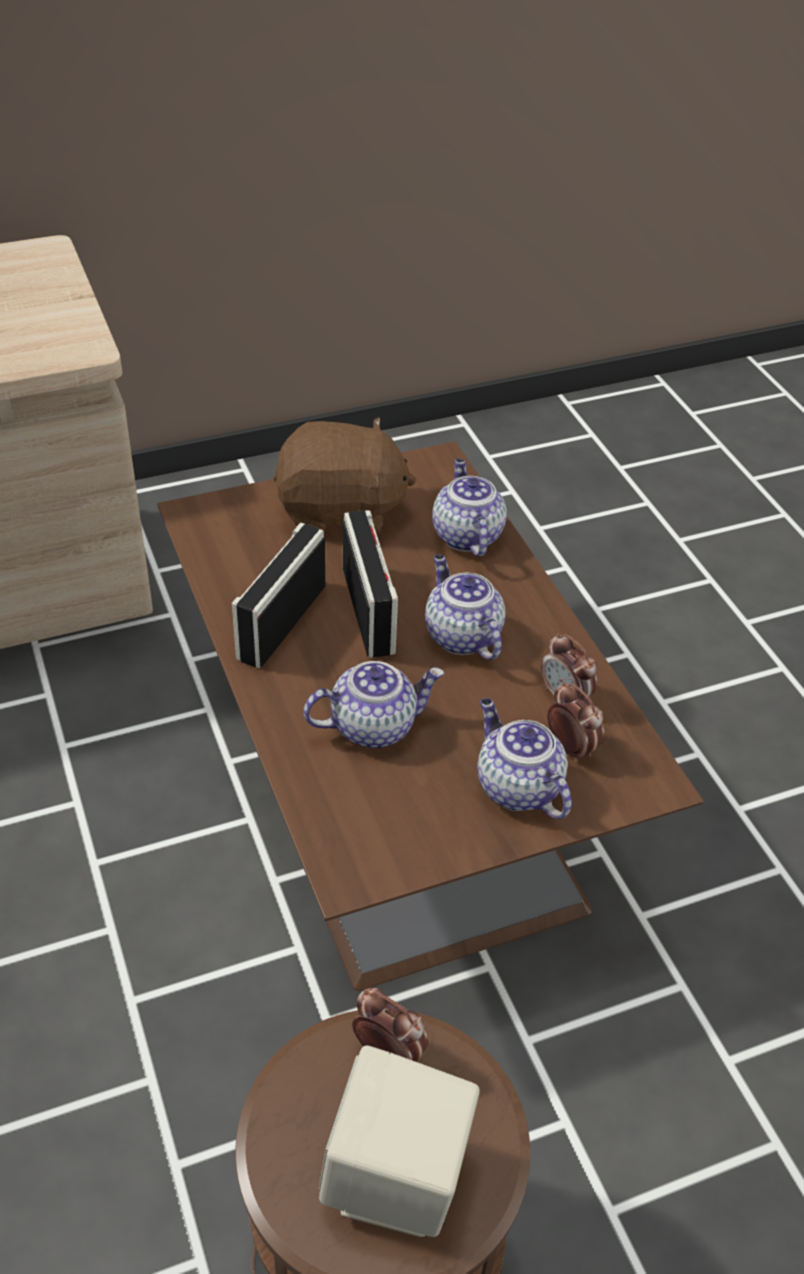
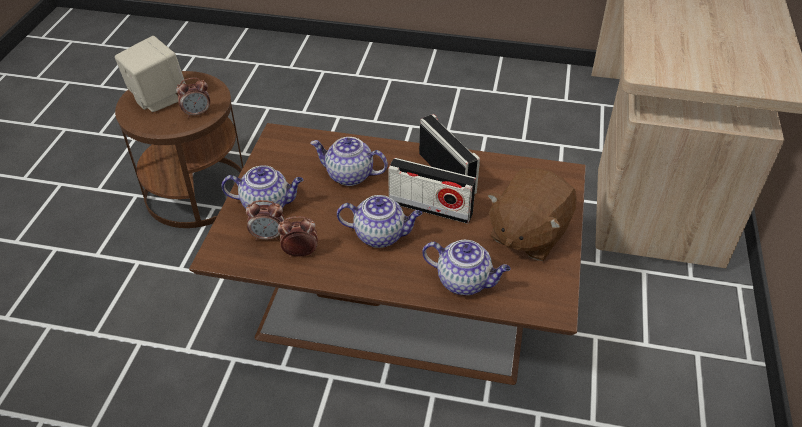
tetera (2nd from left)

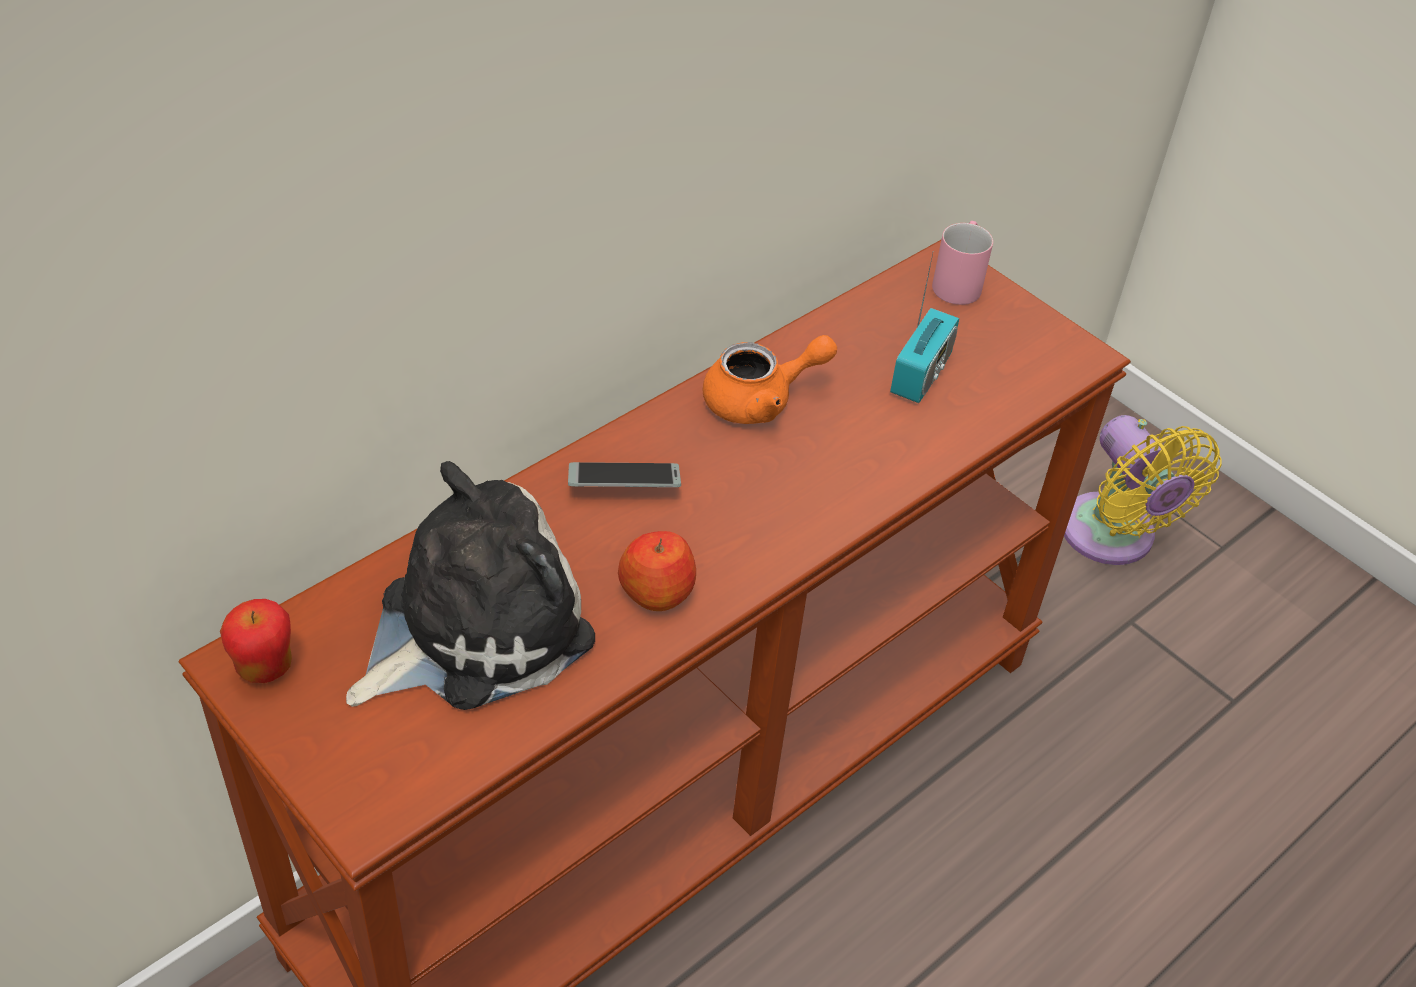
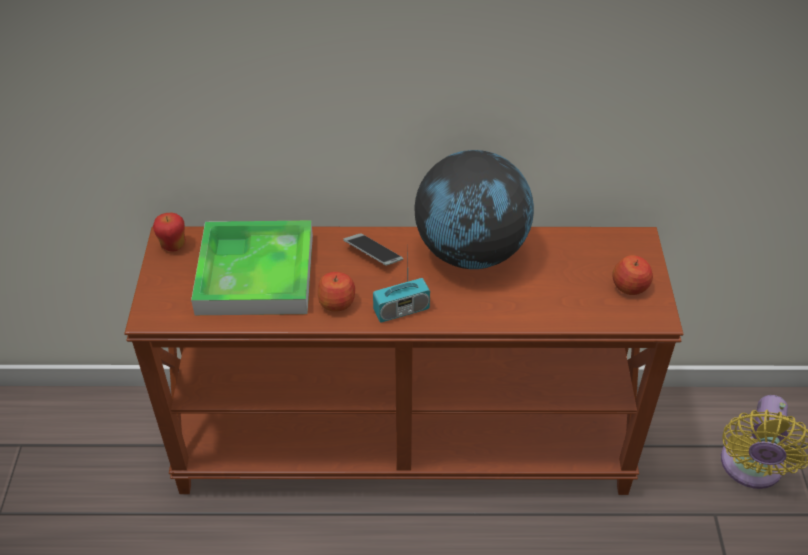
bandeja; globo terráqueo; radio; taza grande/rosa; manzana (3rd from left)

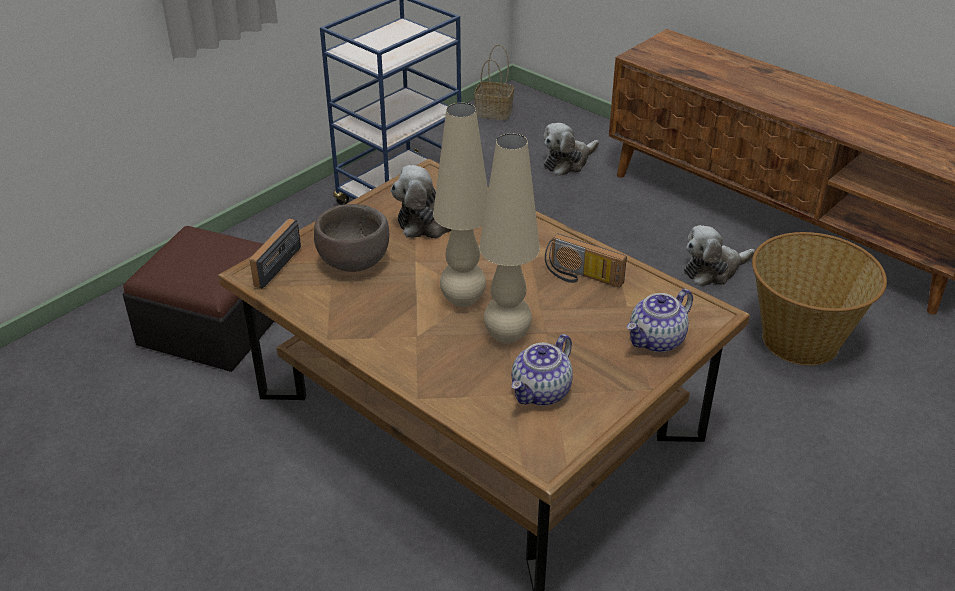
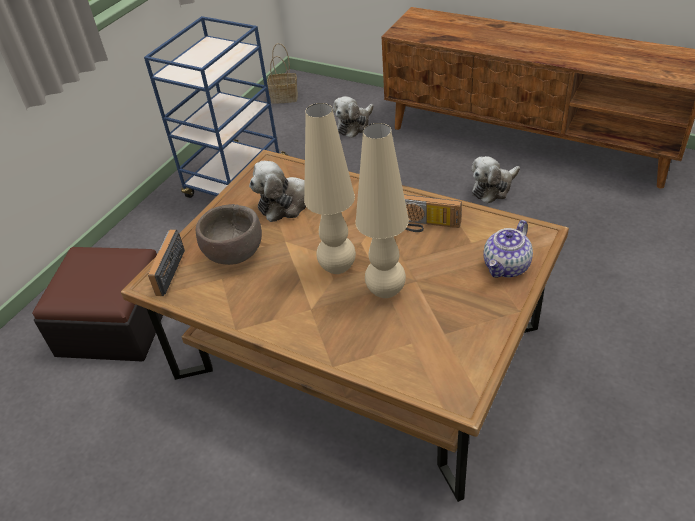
tetera (1st from left in the first image); cesta (2nd from left in the first image)

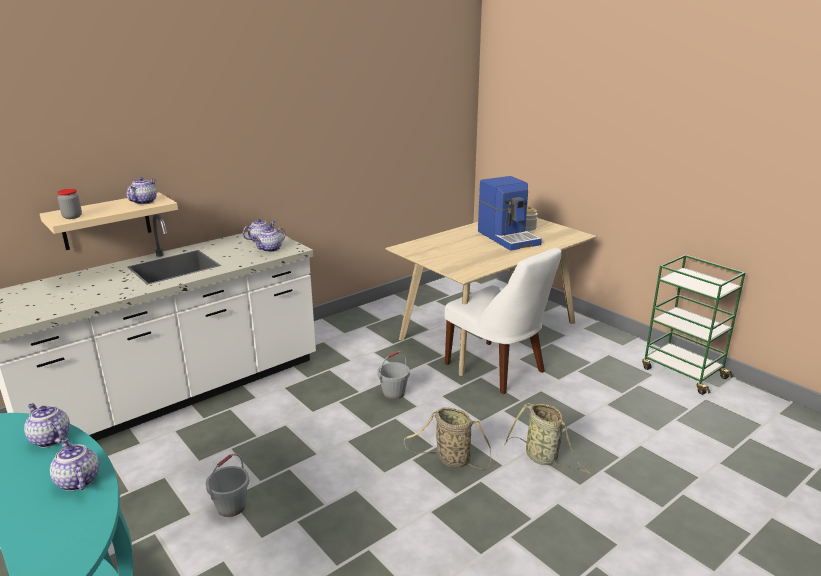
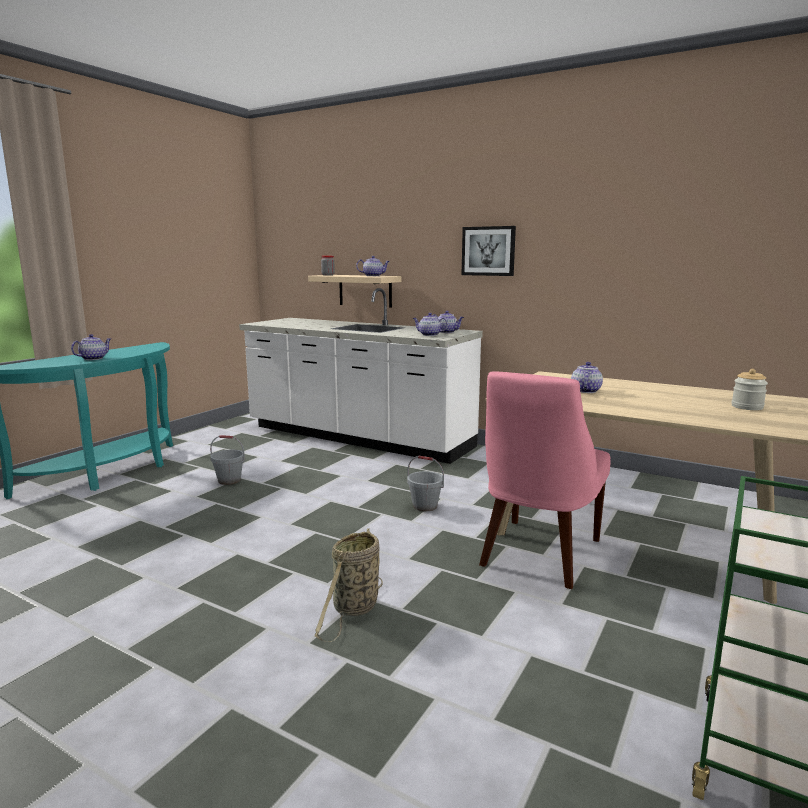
tetera (5th from left); cesta (1st from left in the first image); silla/rosa; cafetera; cuadro

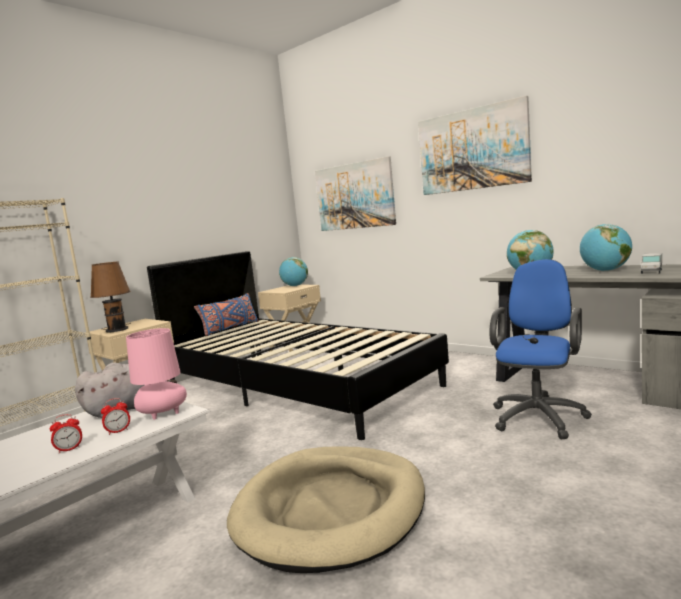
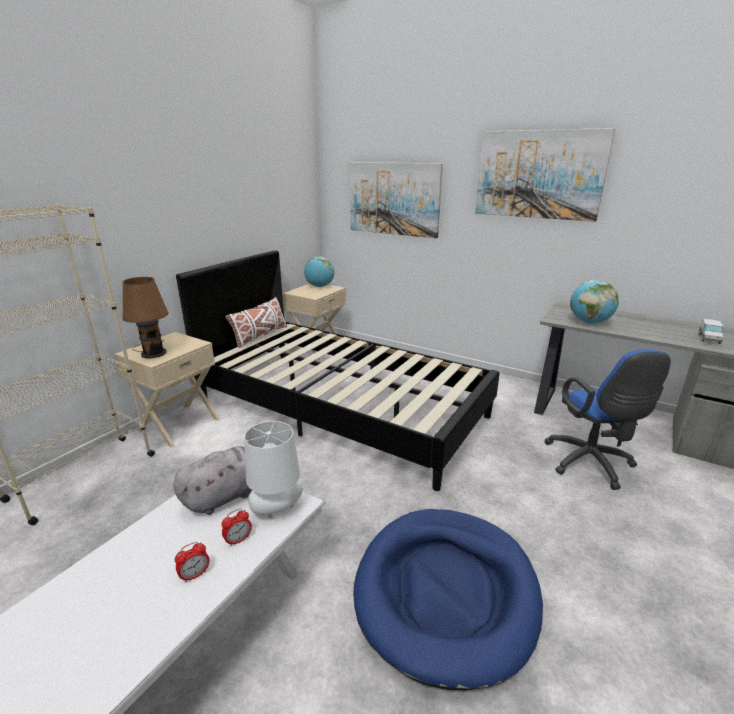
lámpara de mesa/blanco; cojín/blanco; cama para perro/azul; silla de oficina/azul; globo terráqueo (3rd from left in the first image)

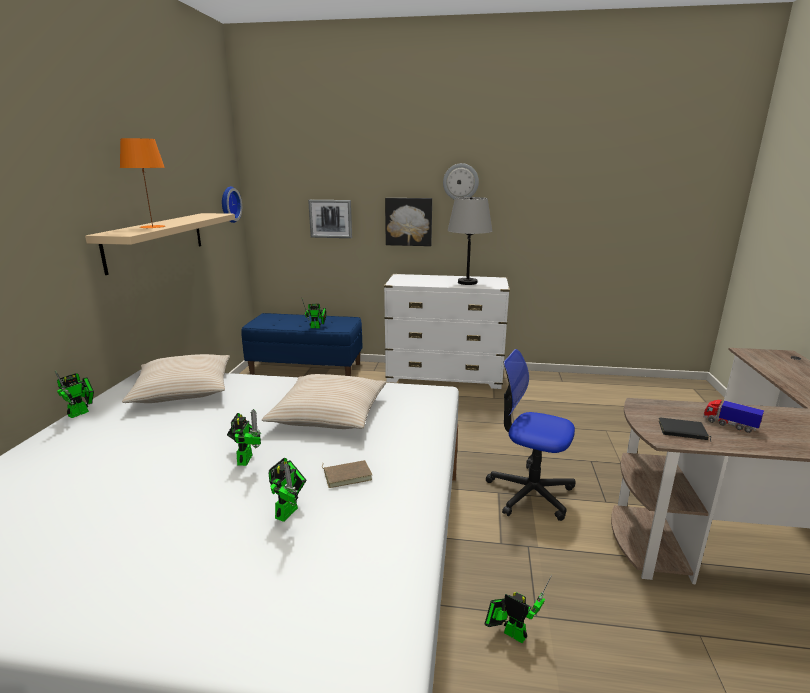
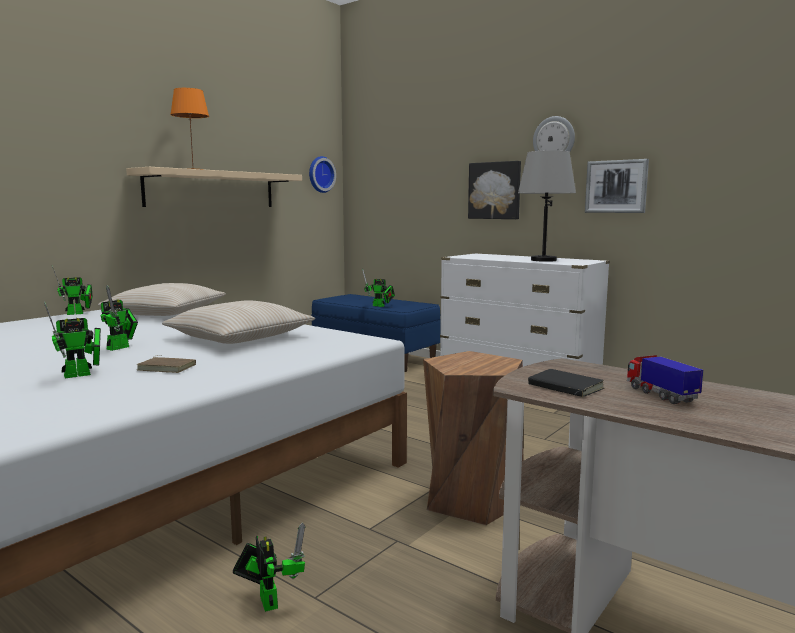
cuadro (2nd from left); taburete/marrón

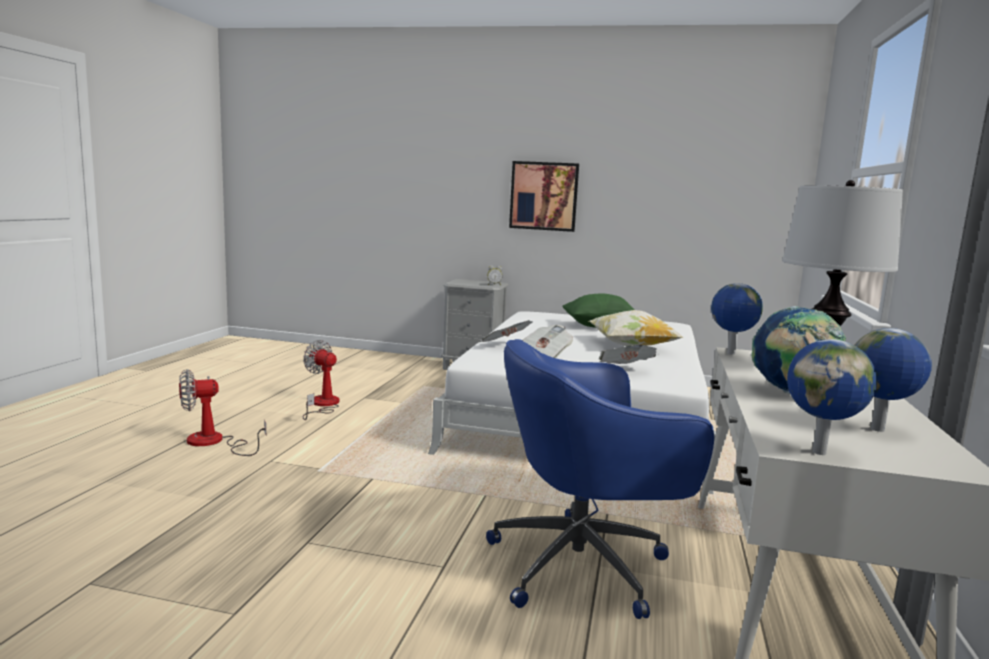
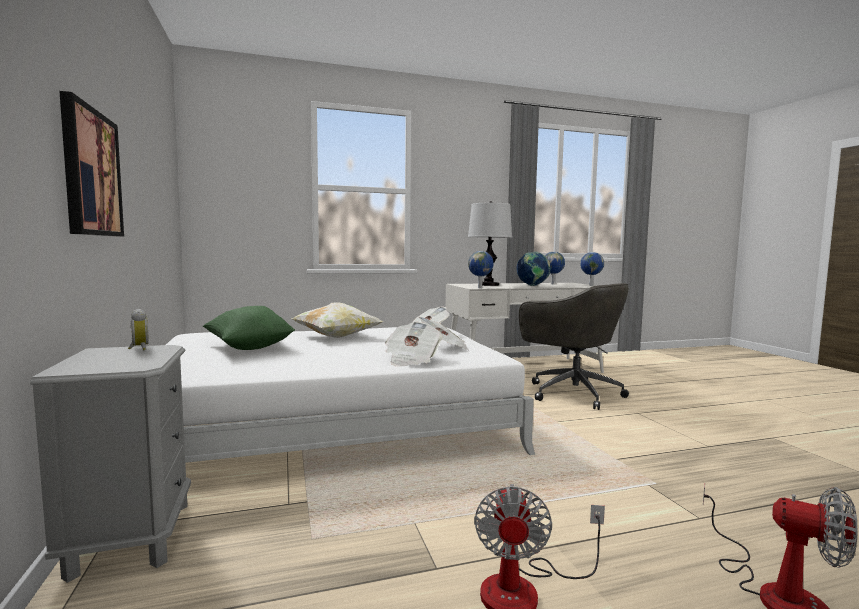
silla de oficina/gris

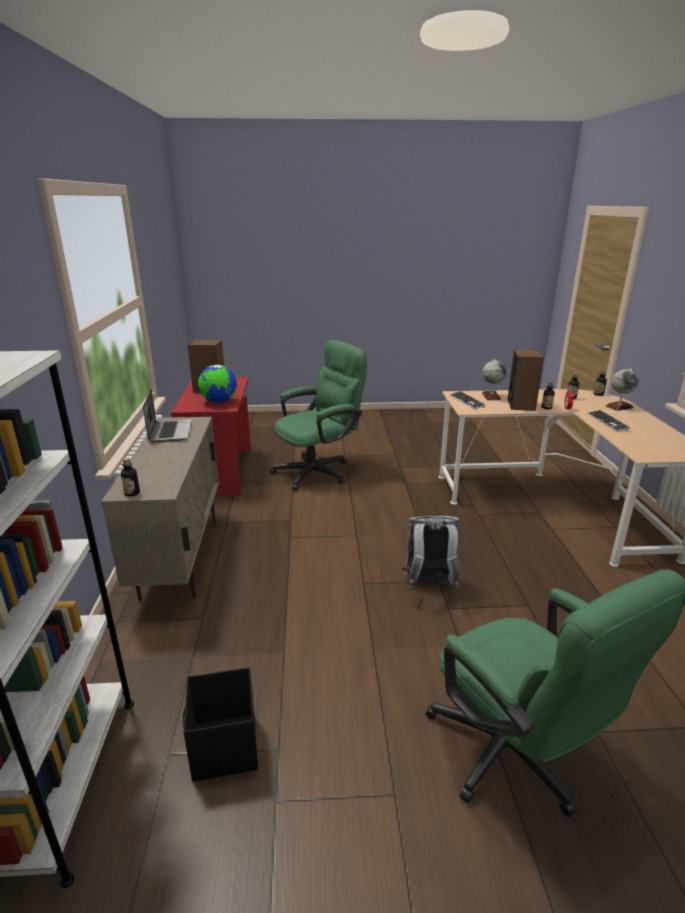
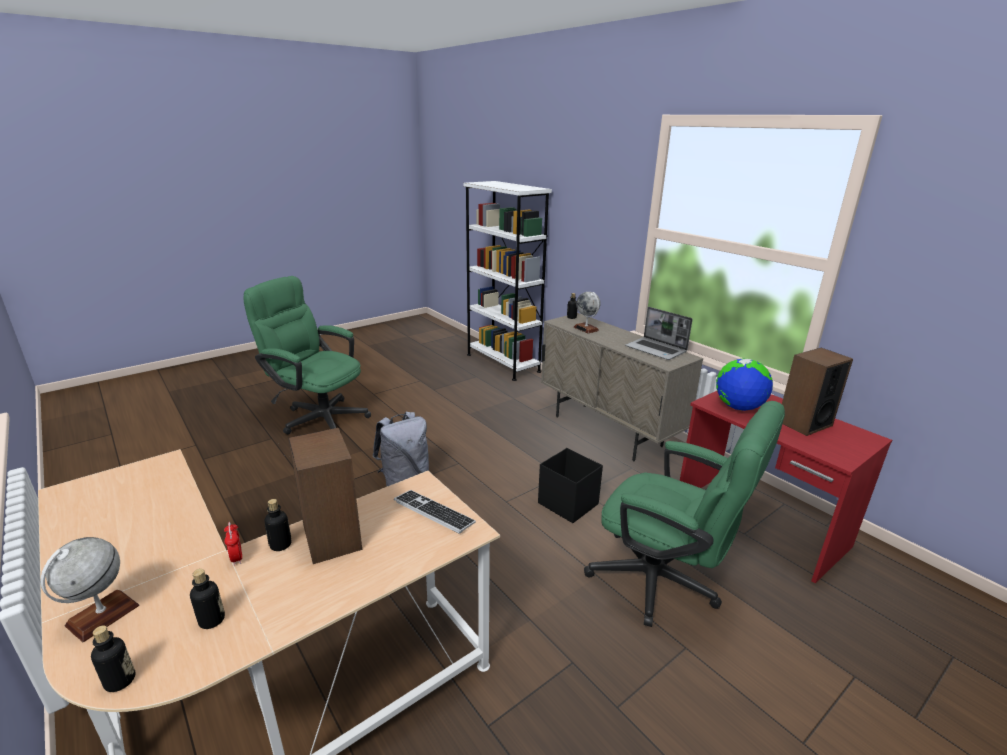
caja de almacenaje/negro; silla de oficina/verde (2nd from left); globo terráqueo (2nd from left); teclado (2nd from left in the first image)

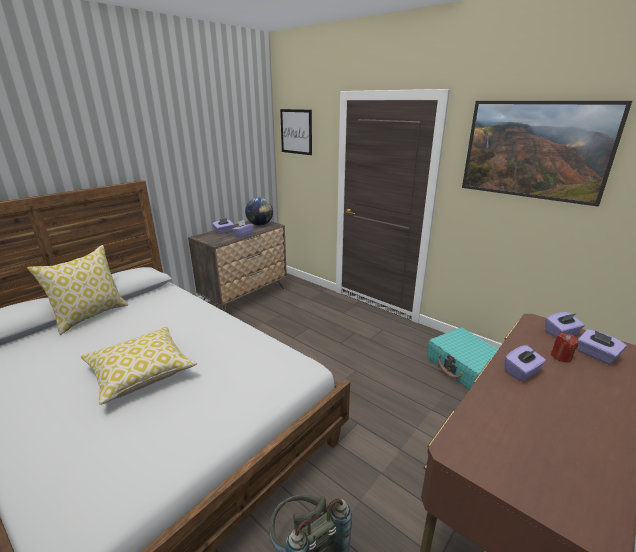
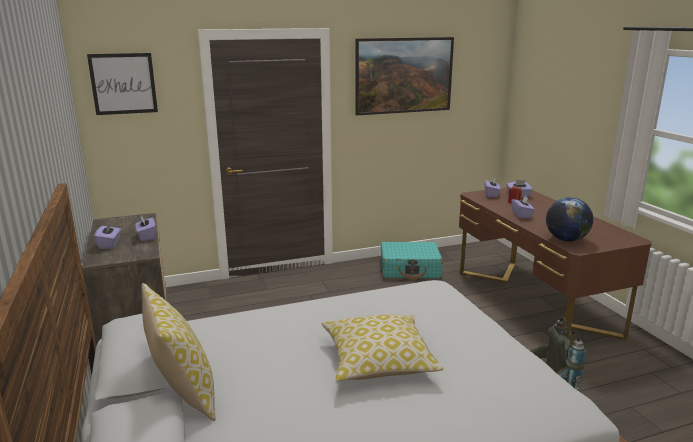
globo terráqueo

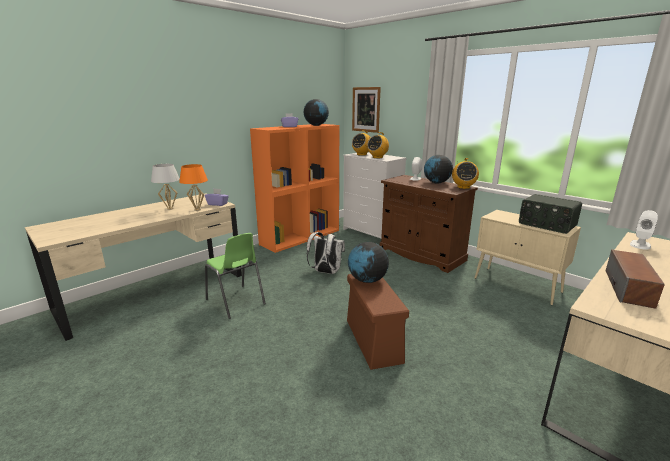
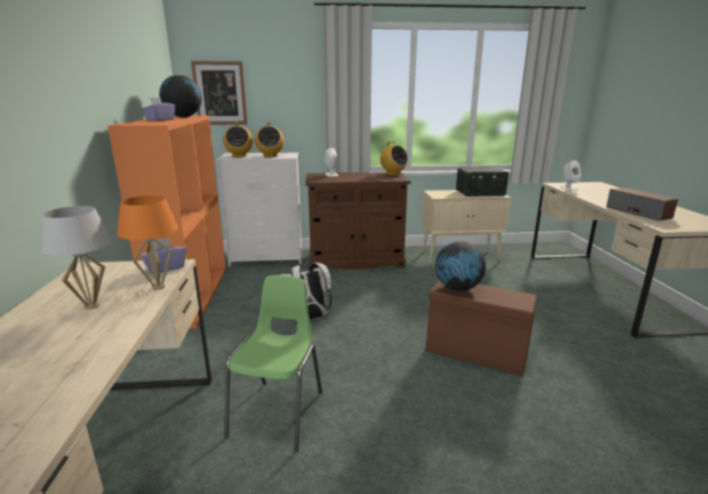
silla/verde; globo terráqueo (3rd from left in the first image)

